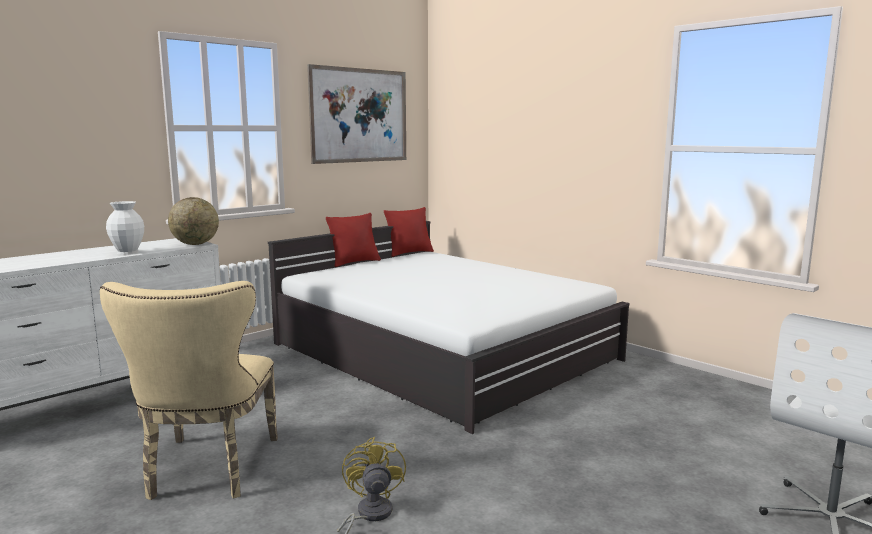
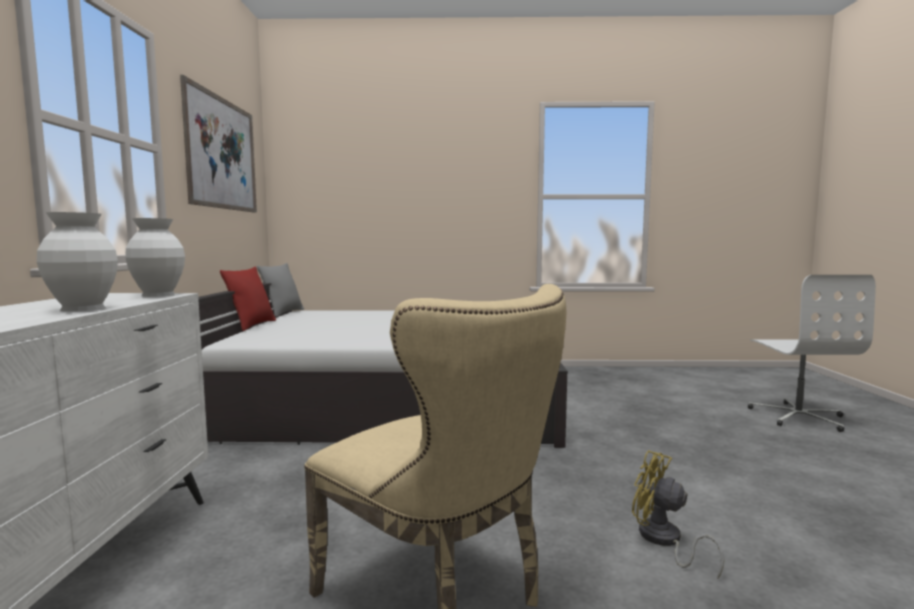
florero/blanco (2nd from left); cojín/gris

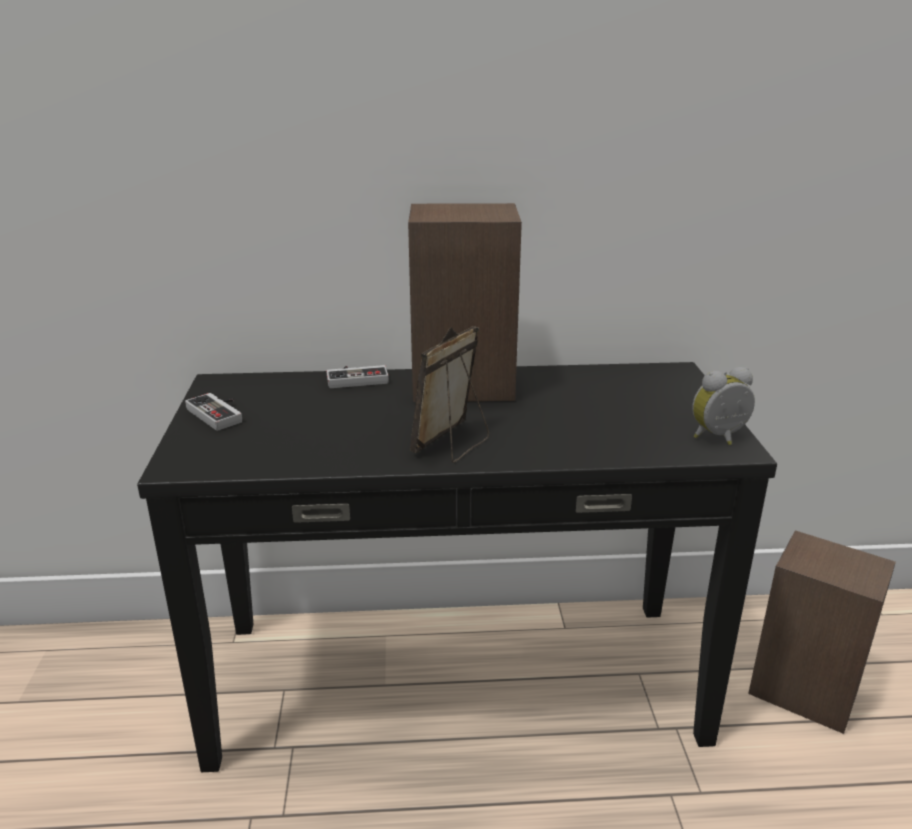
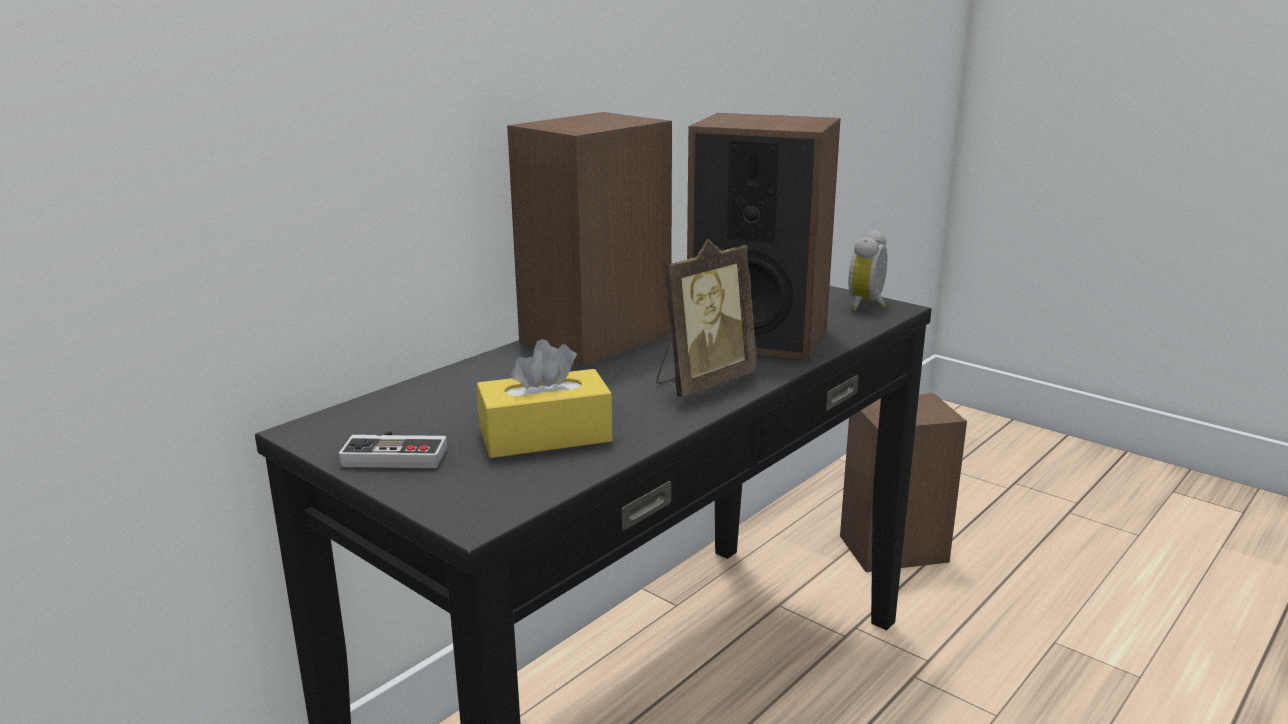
mando de consola (2nd from left in the first image); portarretratos; caja de pañuelos/amarillo; altavoz (2nd from left)

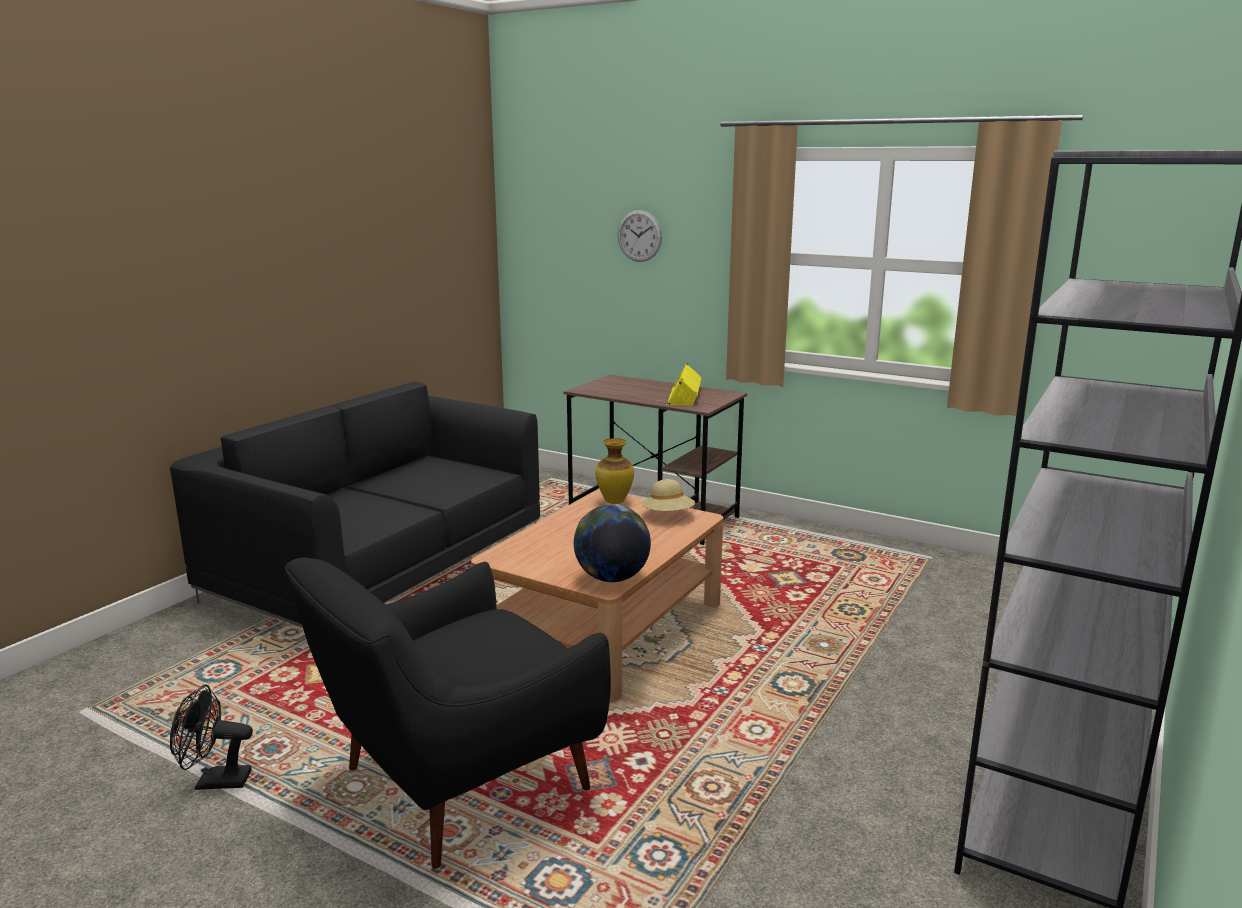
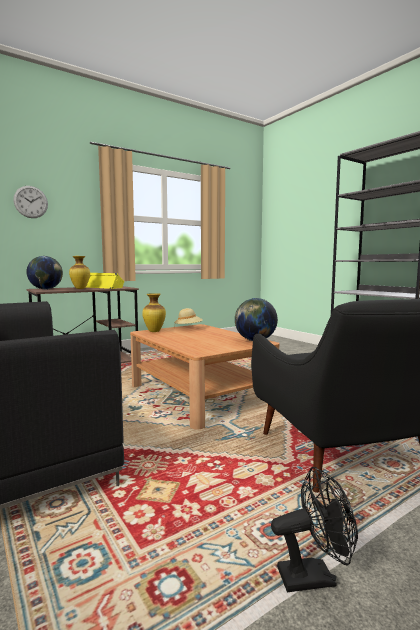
ventilador/negro; globo terráqueo (1st from left); florero (1st from left)

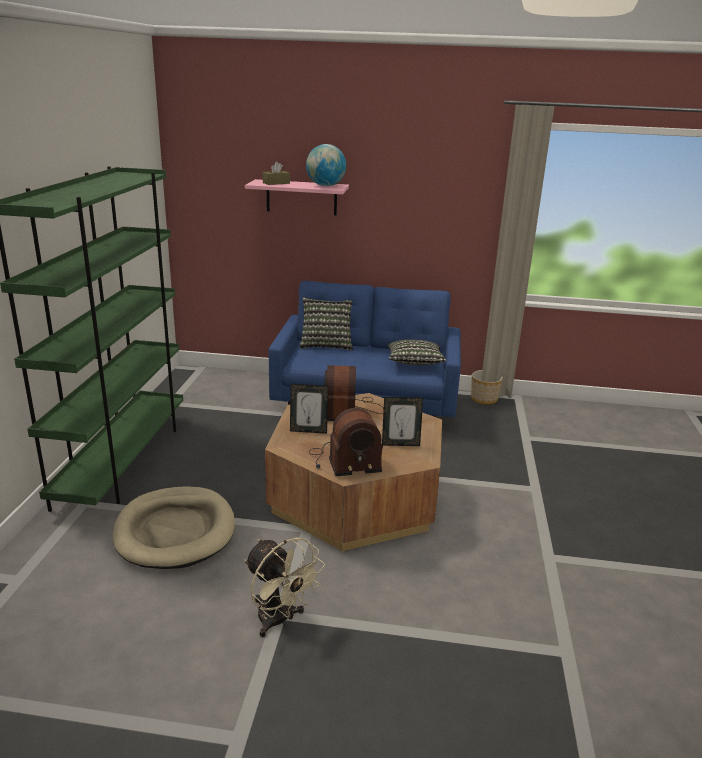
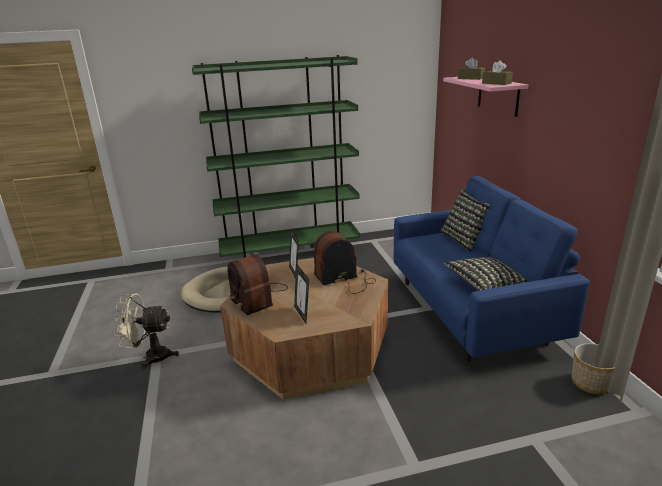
ventilador/beis; caja de pañuelos/marrón (2nd from left)

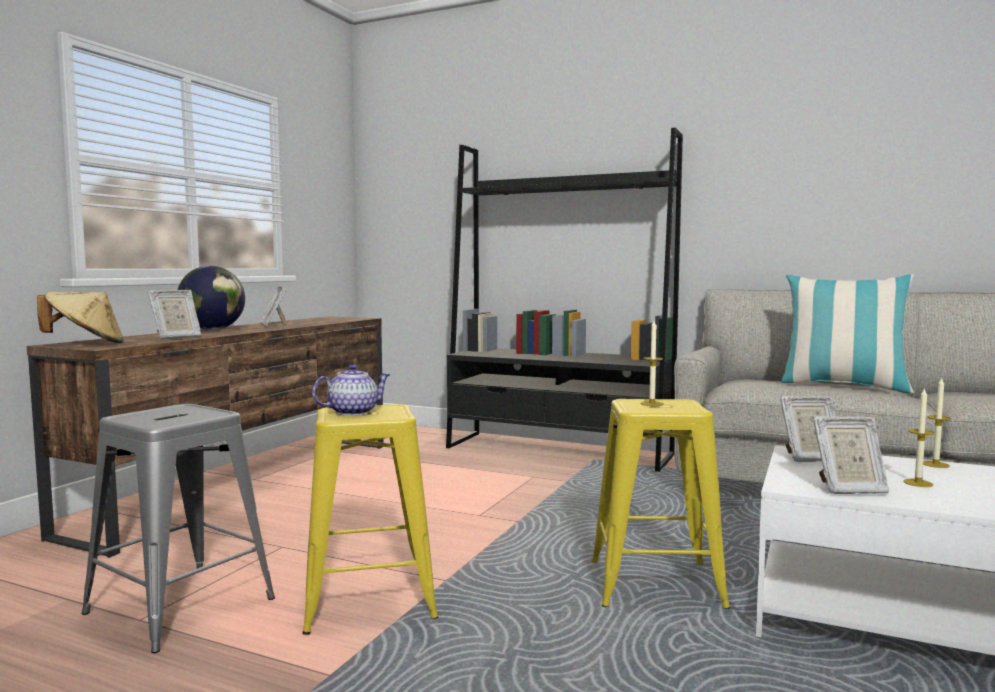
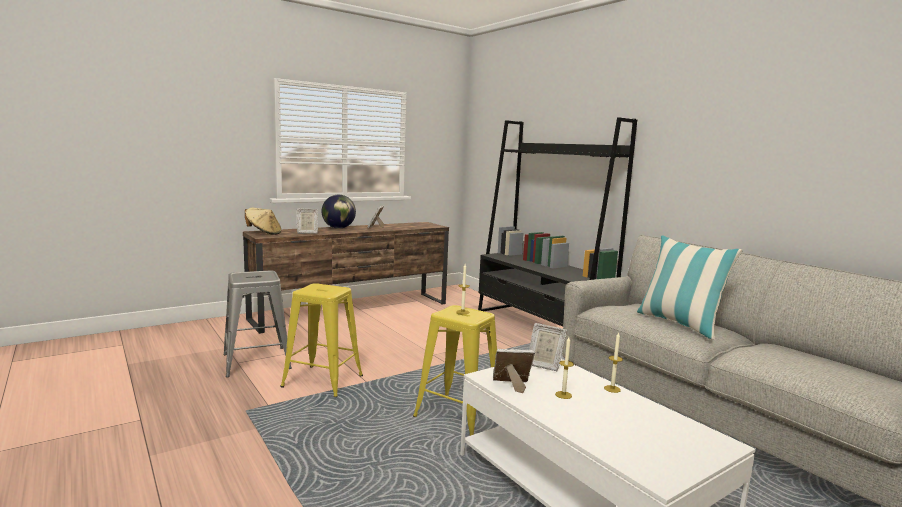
tetera; portarretratos (3rd from left)

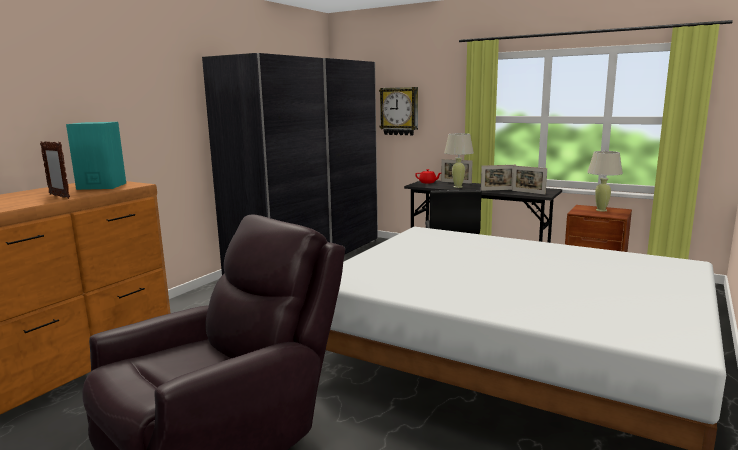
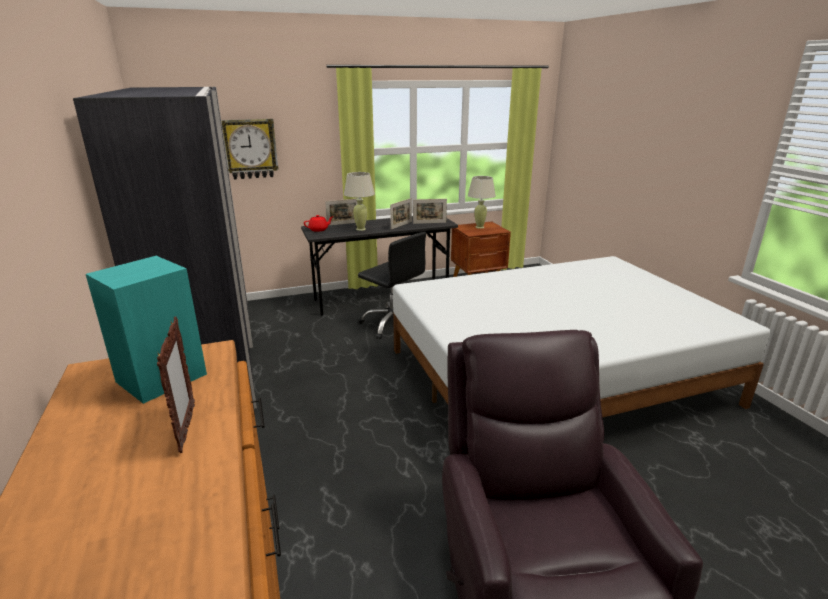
portarretratos (1st from left)

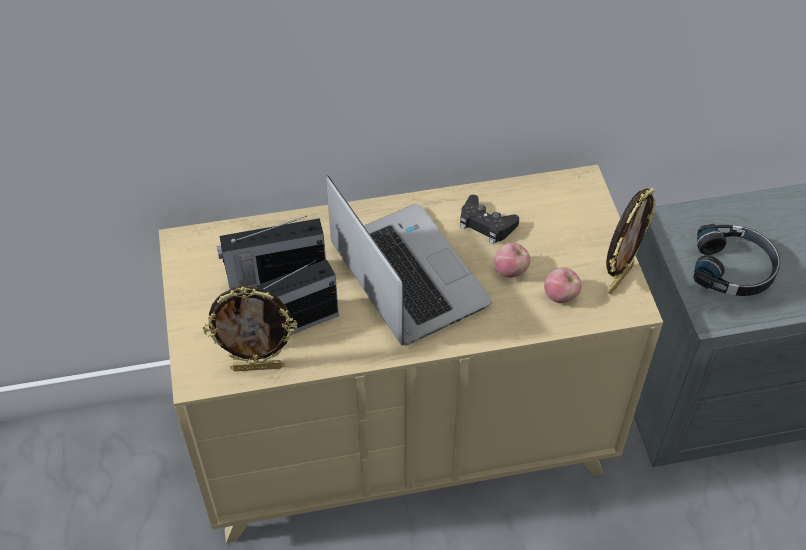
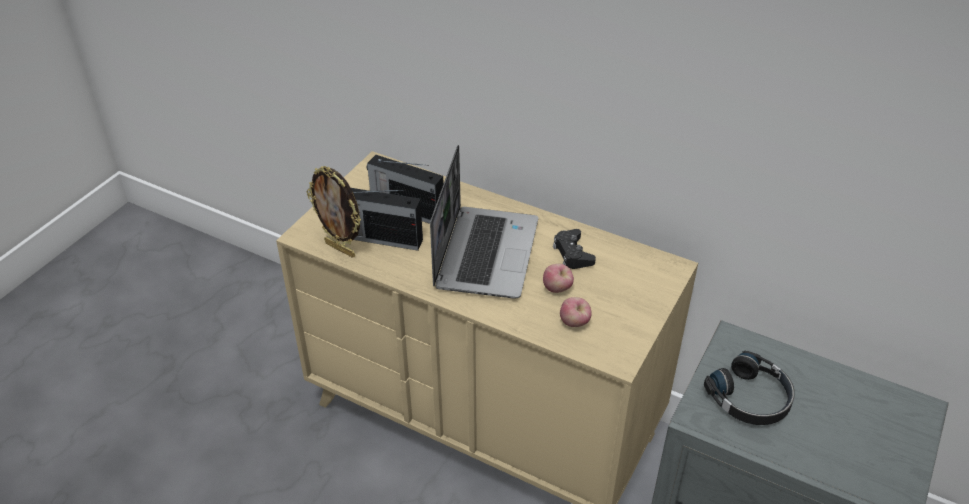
portarretratos (2nd from left in the first image)

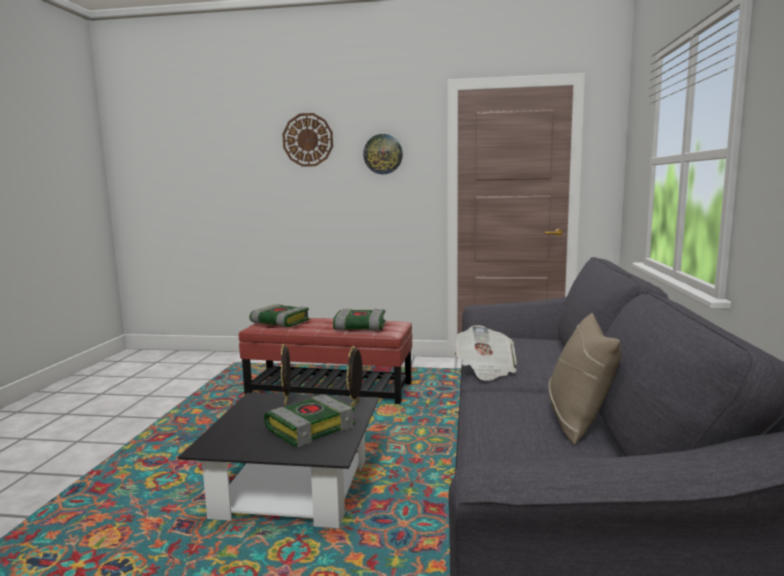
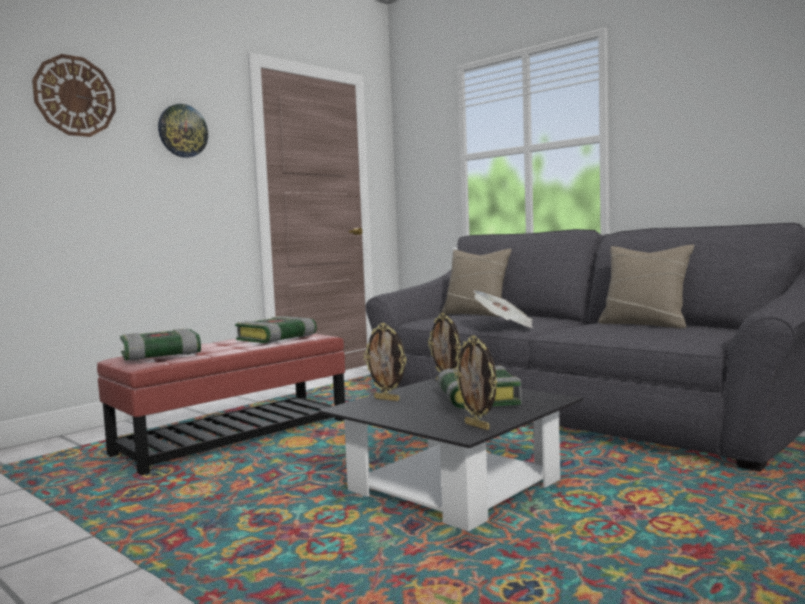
cojín/beis (1st from left); portarretratos (3rd from left)

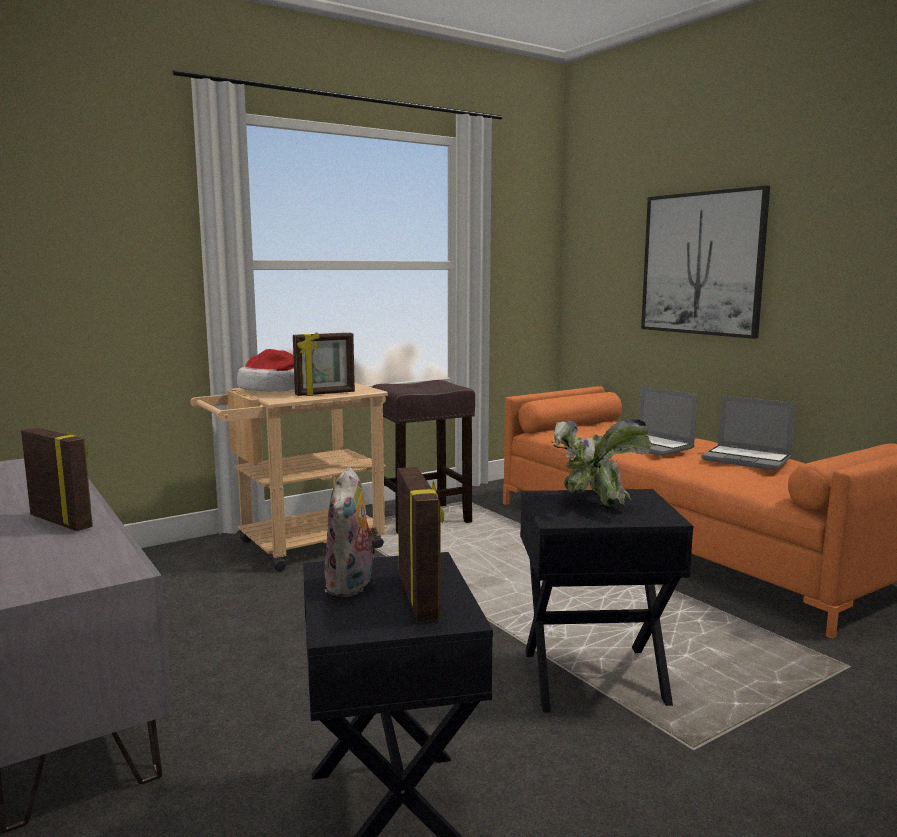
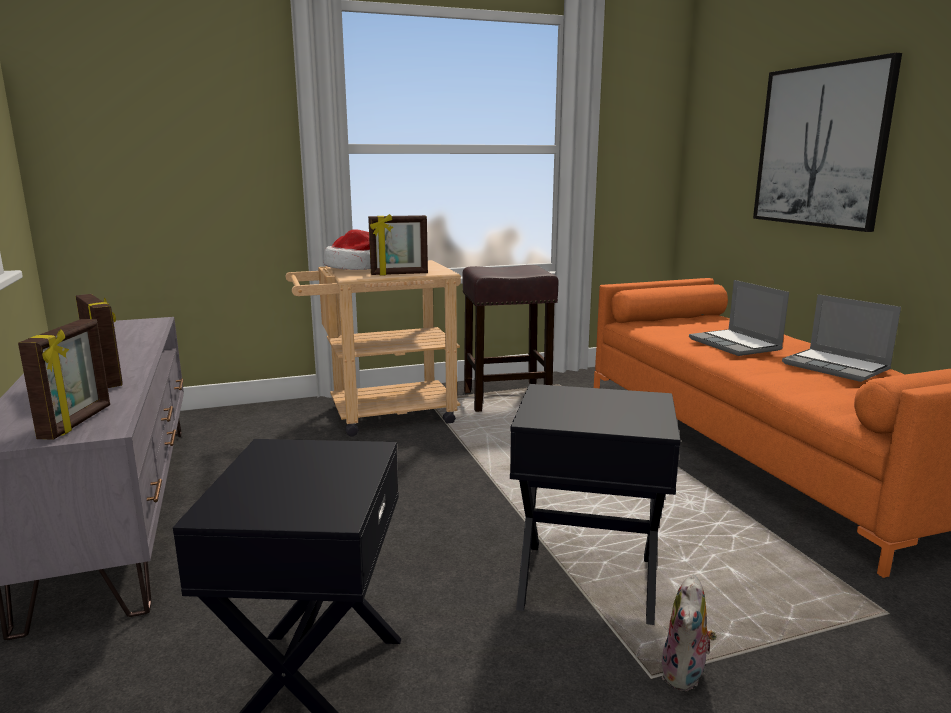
peluche; portarretratos (1st from left); planta en maceta

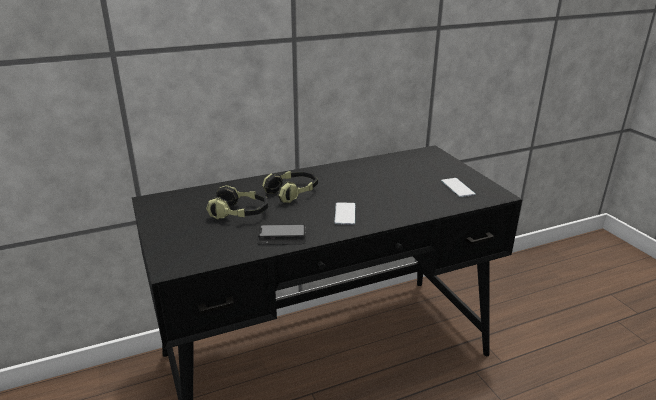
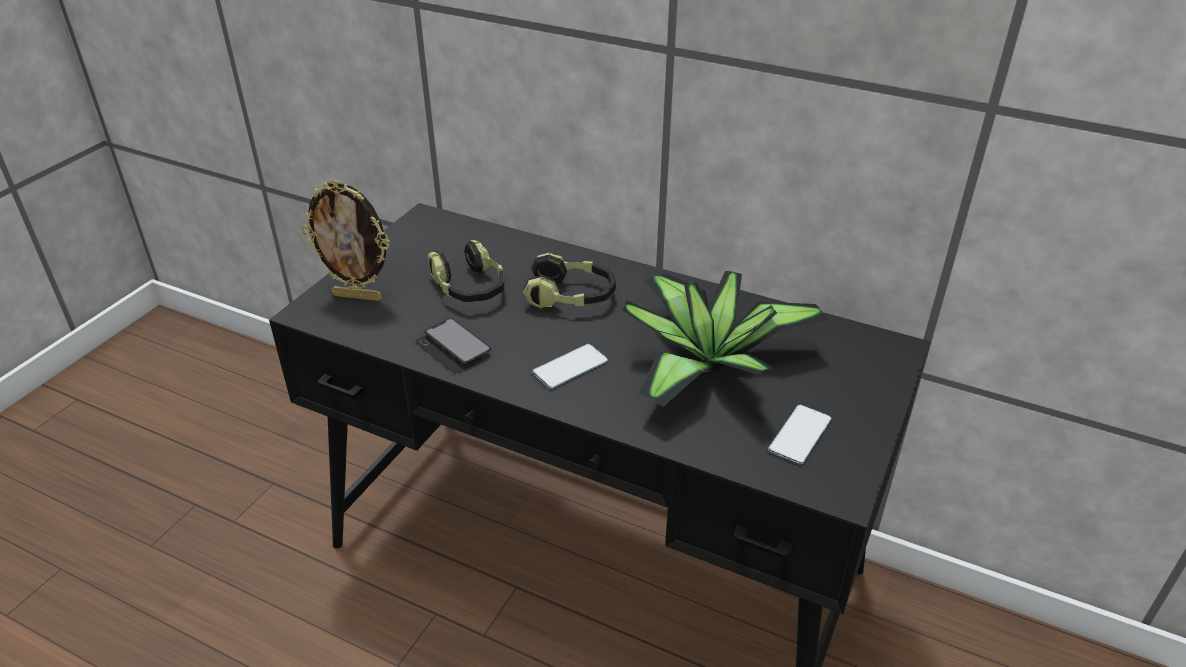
portarretratos; planta en maceta

